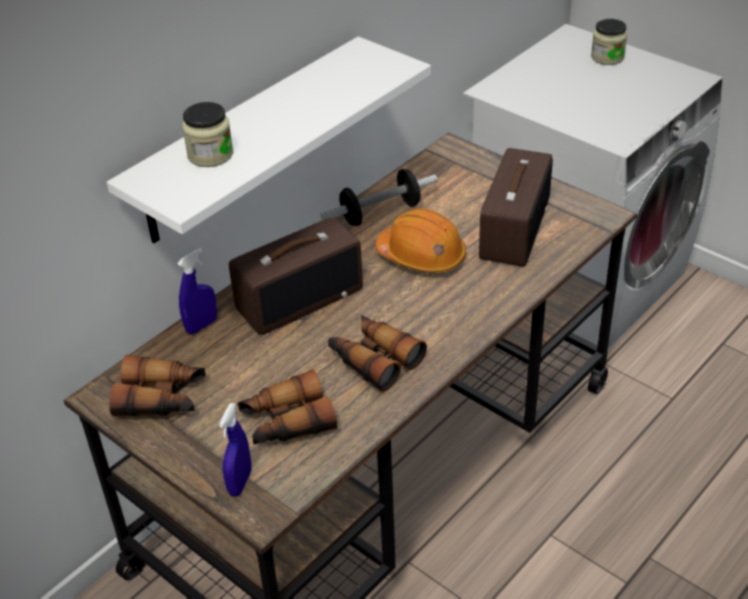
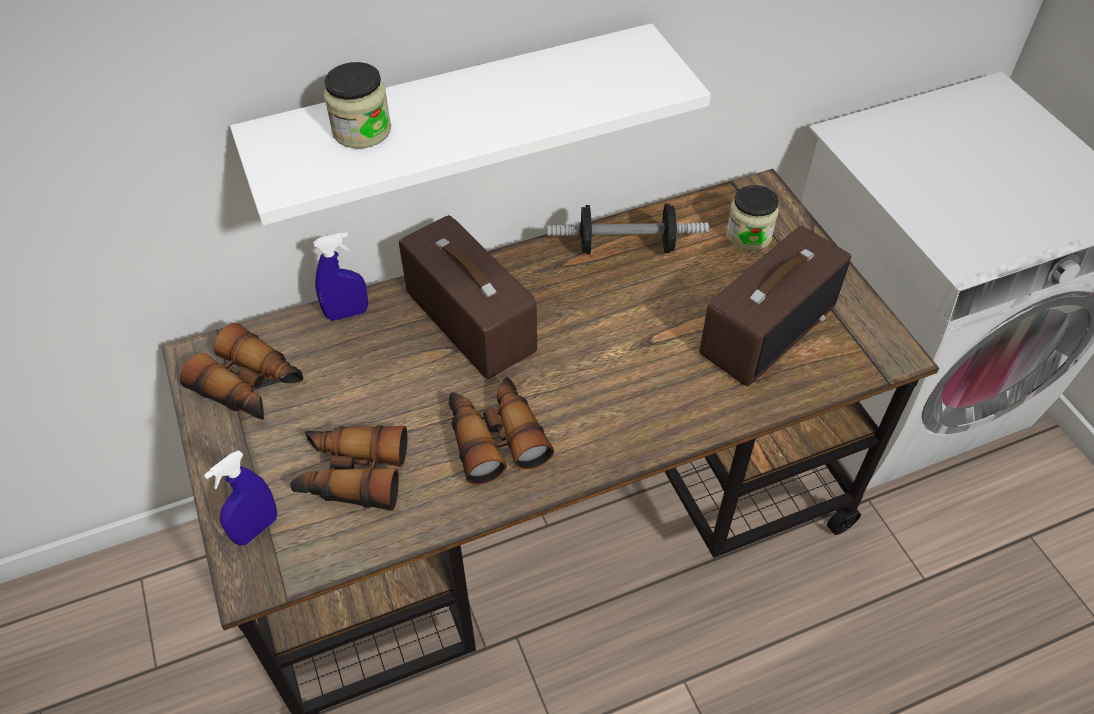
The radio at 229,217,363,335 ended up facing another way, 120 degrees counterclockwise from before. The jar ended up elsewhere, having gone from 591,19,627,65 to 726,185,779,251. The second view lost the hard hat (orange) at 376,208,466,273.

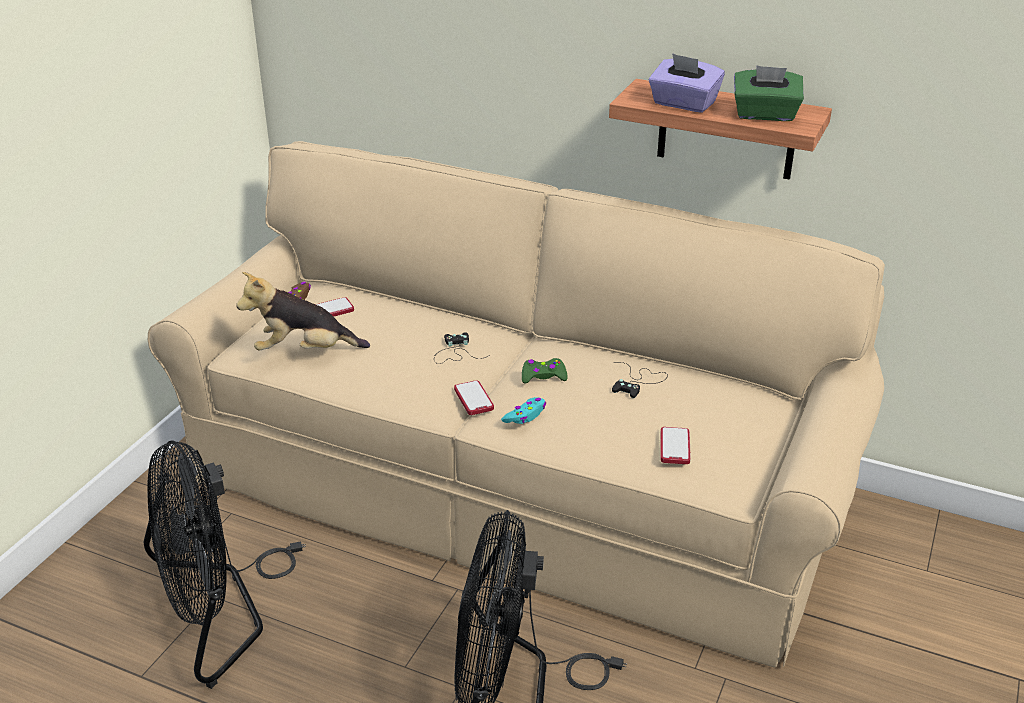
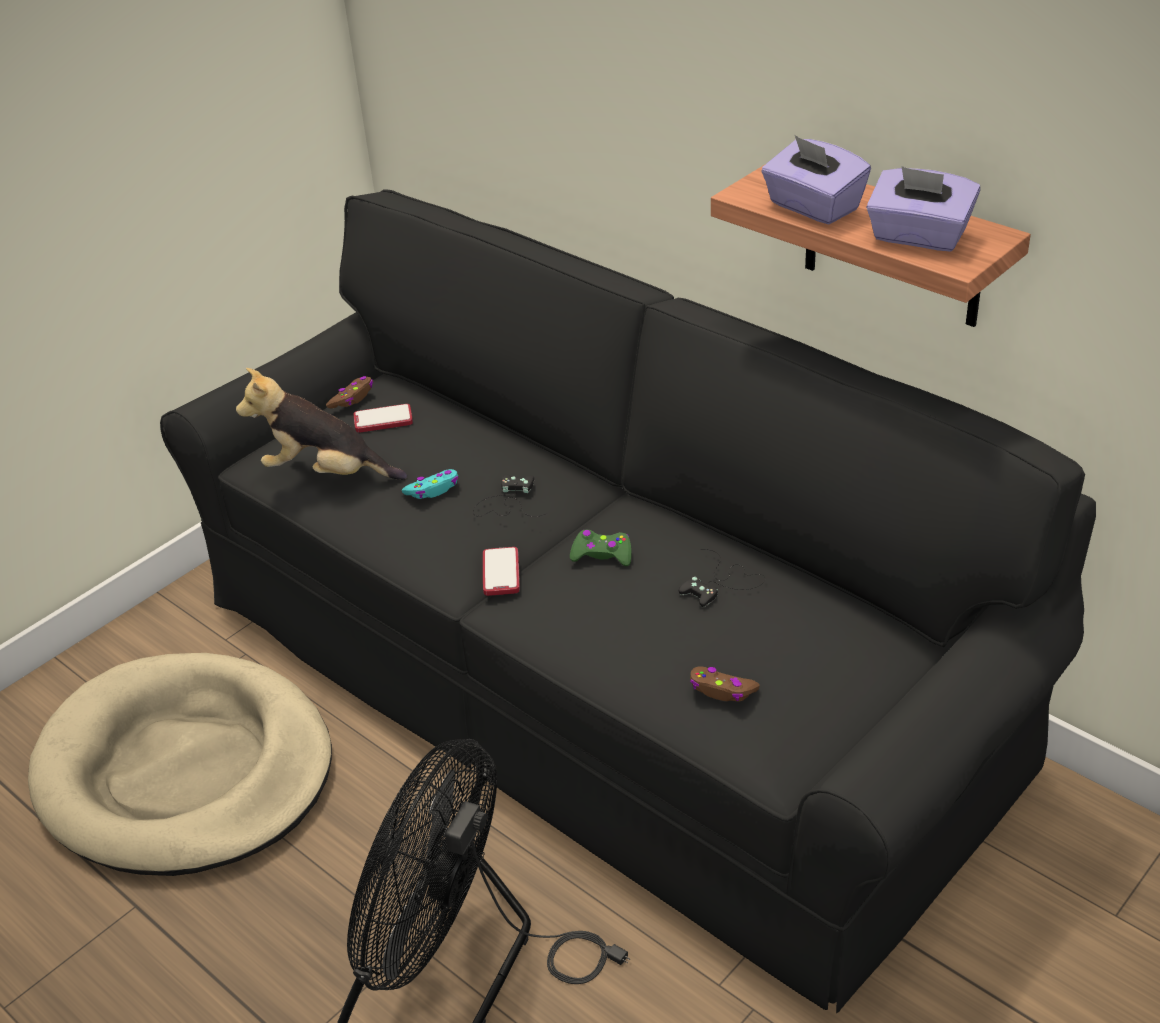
Where the fan (black) stood at 144,440,306,689, the dog bed (beige) came to stand at 28,653,332,876. What was the sofa (beige) at 148,141,885,668 turned into the sofa (black) at 160,189,1096,1013. The game controller (turquoise) ended up elsewhere, having gone from 501,397,546,424 to 402,469,458,499. Where the phone stood at 660,427,690,464, the game controller (brown) came to stand at 690,666,760,701. What was the tissue box (green) at 734,66,804,121 turned into the tissue box (purple) at 866,166,980,252.

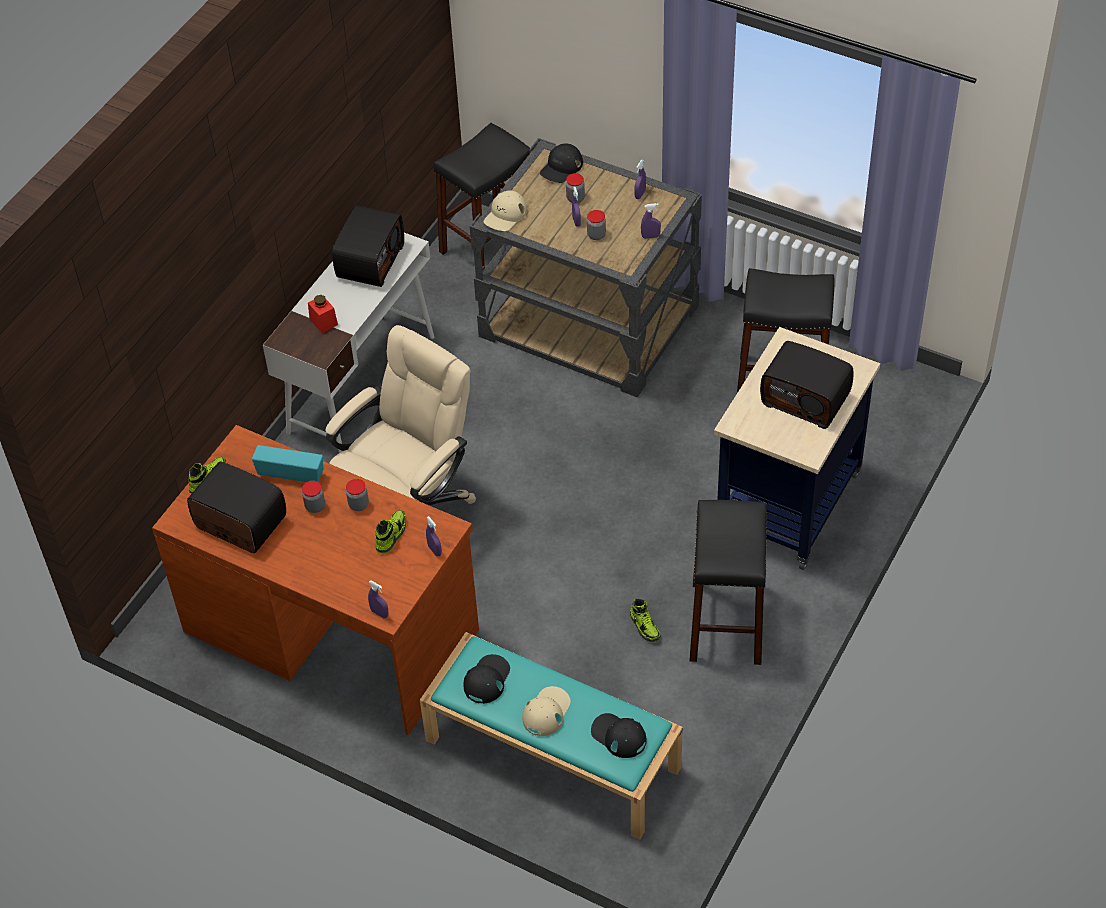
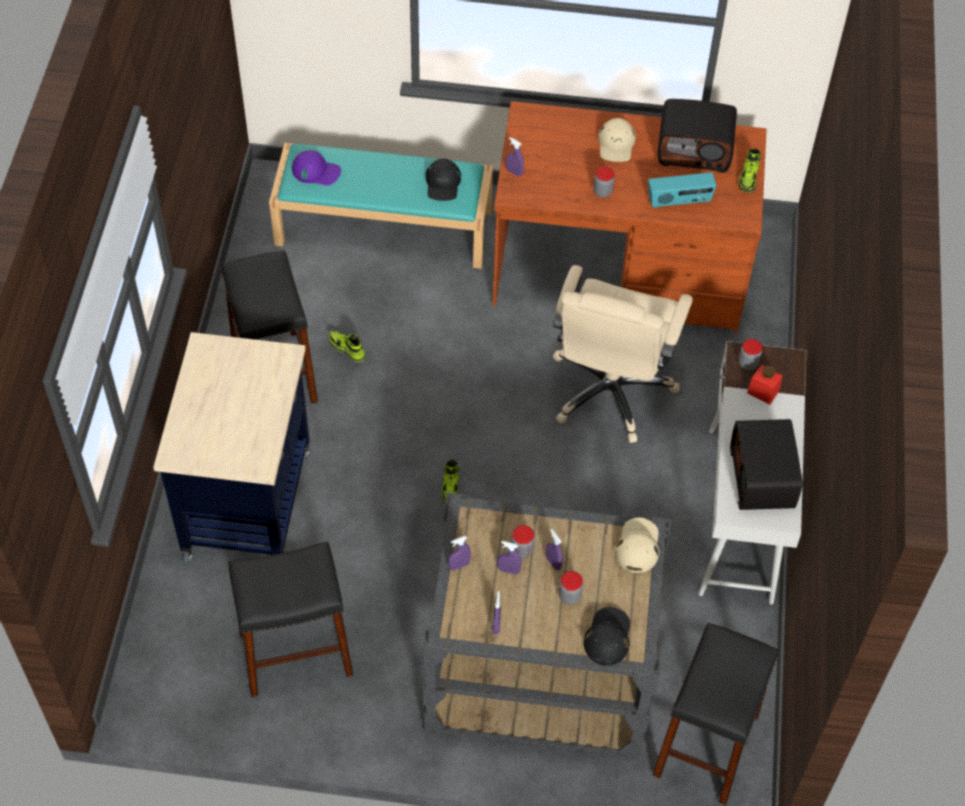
What was the cap (black) at 591,713,646,758 turned into the cap (purple) at 292,150,341,186. The shoe ended up elsewhere, having gone from 376,509,406,554 to 441,459,459,503. The spray bottle (purple) ended up elsewhere, having gone from 368,580,389,618 to 497,541,521,575. The cap (beige) ended up elsewhere, having gone from 522,686,571,736 to 598,118,636,162. The jar ended up elsewhere, having gone from 302,481,325,513 to 739,339,762,370. The second view lost the radio at 760,341,853,429.

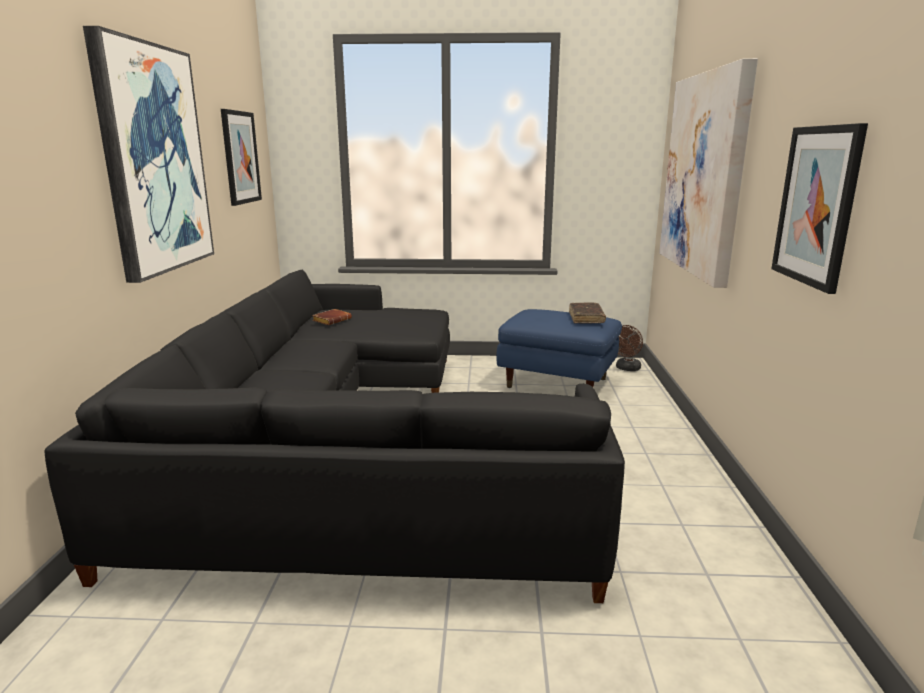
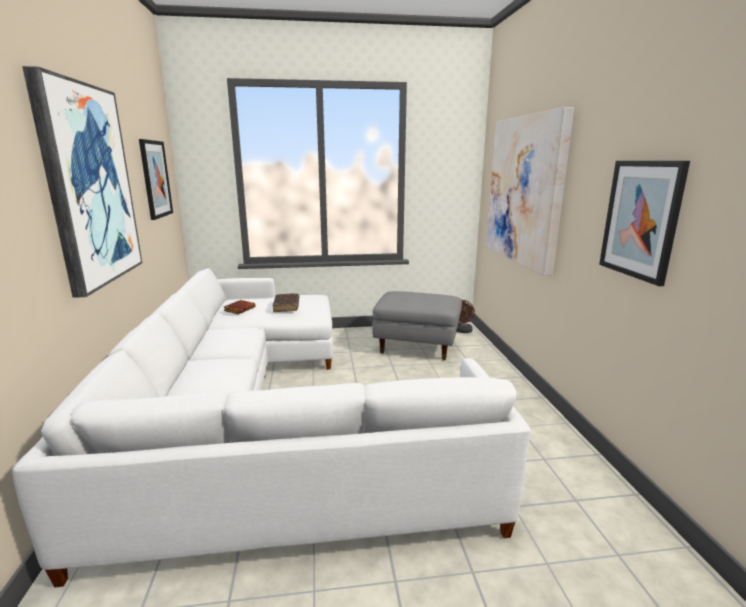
What was the sofa (black) at 44,270,625,603 turned into the sofa (white) at 12,268,531,587. The book (brown) ended up elsewhere, having gone from 569,303,606,323 to 273,293,299,312. What was the ottoman (blue) at 496,309,622,388 turned into the ottoman (grey) at 372,291,462,360.

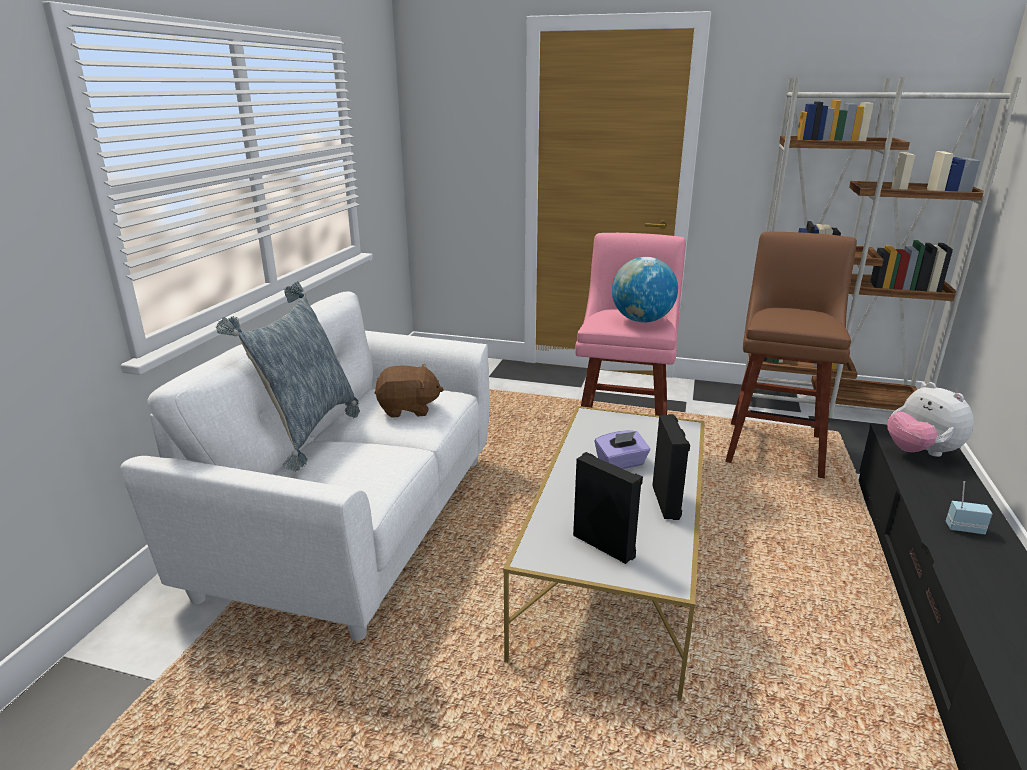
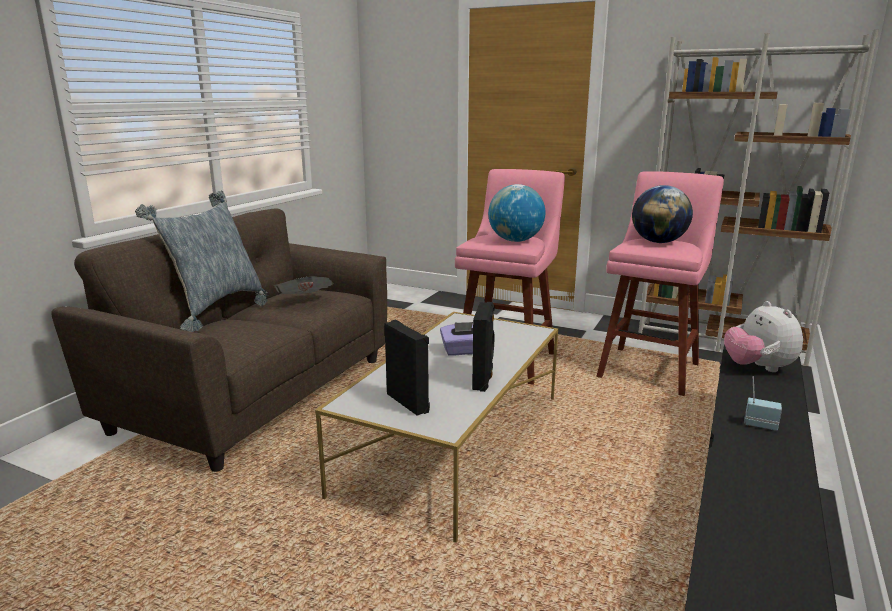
What was the sofa (white) at 120,292,489,641 turned into the sofa (brown) at 51,209,387,472. Where the plush toy (brown) stood at 375,364,444,418, the newspaper came to stand at 274,276,334,294. What was the stool (brown) at 725,232,857,479 turned into the stool (pink) at 596,171,724,396. The second view gained the globe at 632,185,693,243.

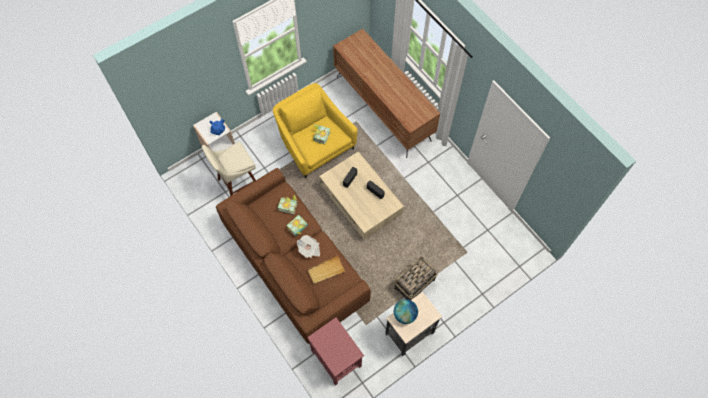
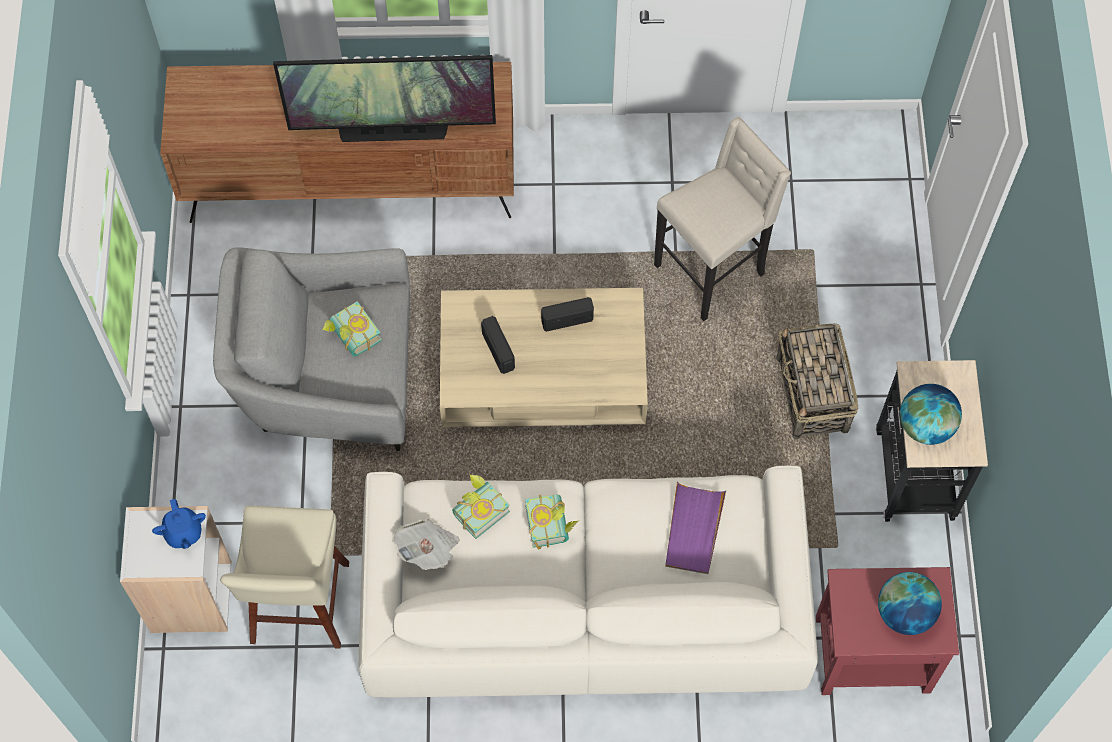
What was the armchair (yellow) at 273,83,358,179 turned into the armchair (grey) at 213,247,410,451. The second view gained the television at 273,55,496,142. What was the sofa (brown) at 216,168,371,344 turned into the sofa (white) at 359,466,818,697. The newspaper ended up elsewhere, having gone from 297,235,320,258 to 394,519,460,570. The second view gained the stool (beige) at 654,117,791,321. What was the tray (beige) at 307,255,345,284 turned into the tray (purple) at 665,482,726,574. The second view gained the globe at 878,572,942,635.

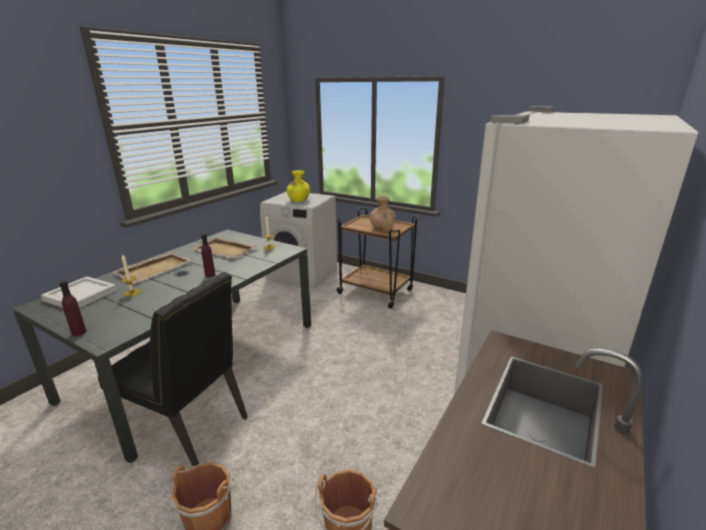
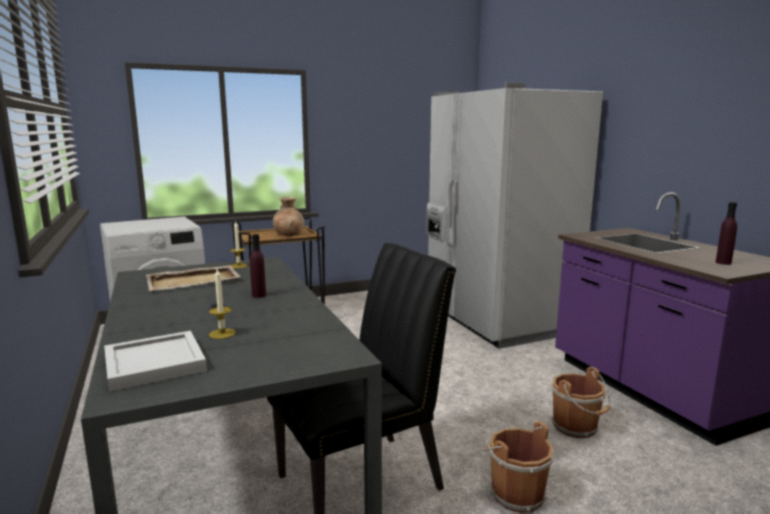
The bottle (purple) ended up elsewhere, having gone from 59,281,86,336 to 716,202,737,265. The second view lost the tray (beige) at 113,252,191,284. The second view lost the vase (yellow) at 287,170,310,202.

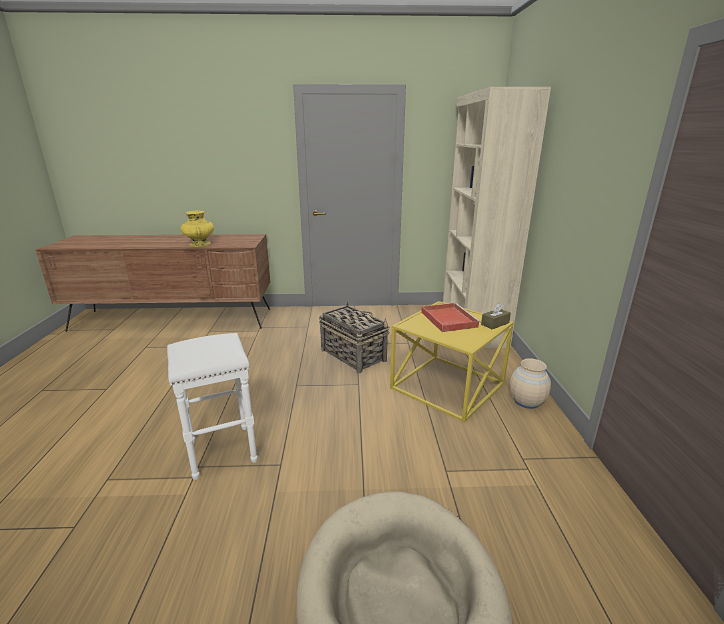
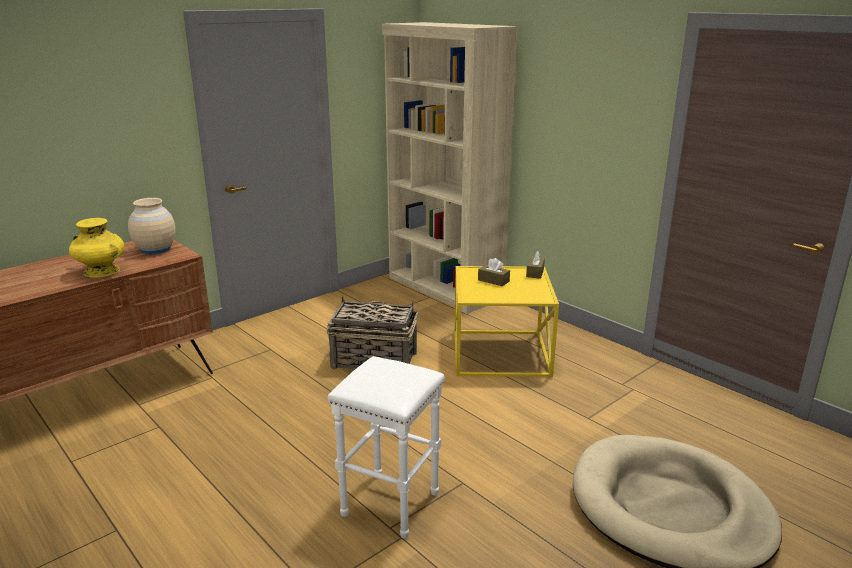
The vase (beige) ended up elsewhere, having gone from 510,358,551,409 to 128,198,176,254. Where the tray (red) stood at 421,303,481,332, the tissue box (brown) came to stand at 478,258,510,286.

